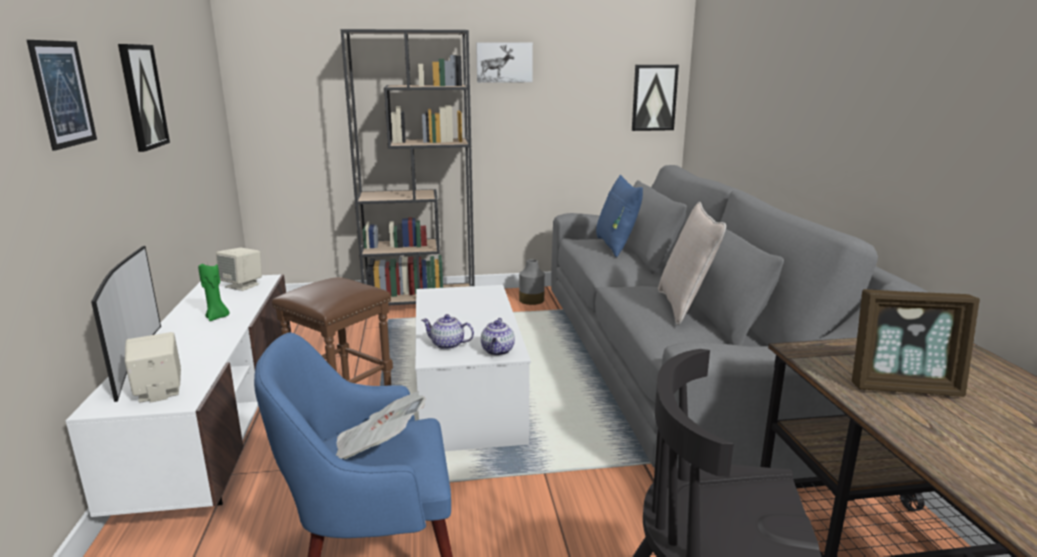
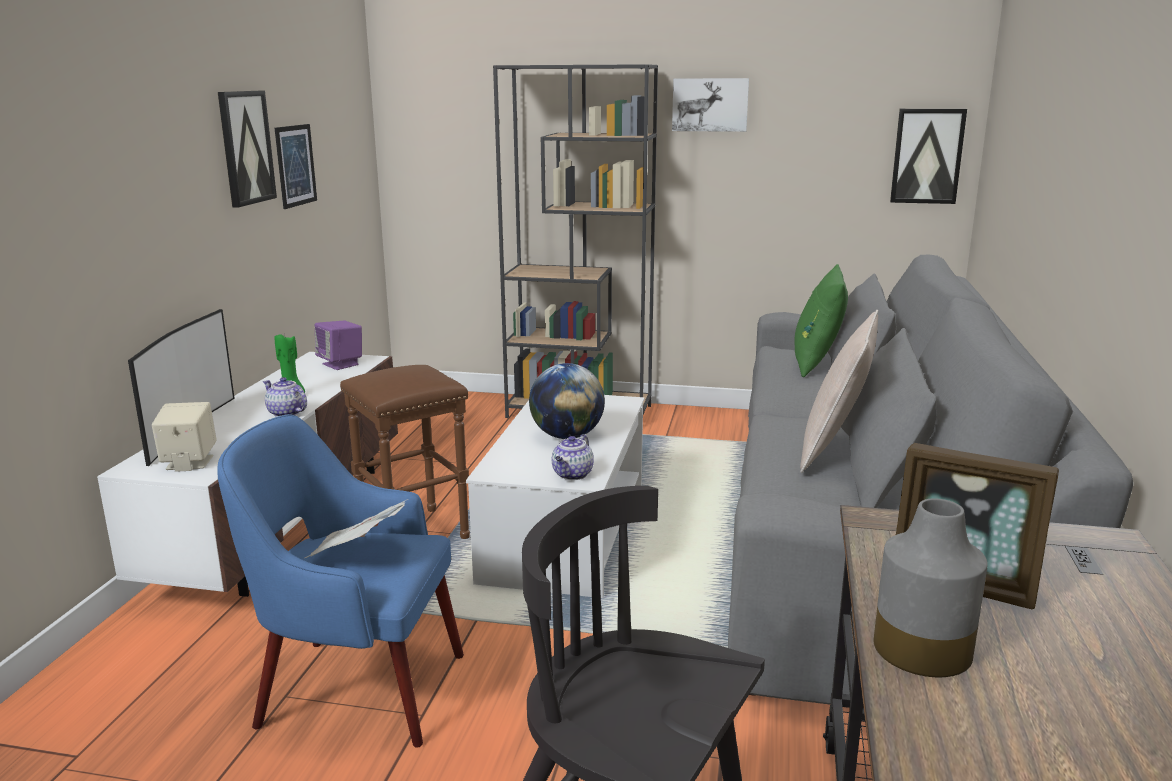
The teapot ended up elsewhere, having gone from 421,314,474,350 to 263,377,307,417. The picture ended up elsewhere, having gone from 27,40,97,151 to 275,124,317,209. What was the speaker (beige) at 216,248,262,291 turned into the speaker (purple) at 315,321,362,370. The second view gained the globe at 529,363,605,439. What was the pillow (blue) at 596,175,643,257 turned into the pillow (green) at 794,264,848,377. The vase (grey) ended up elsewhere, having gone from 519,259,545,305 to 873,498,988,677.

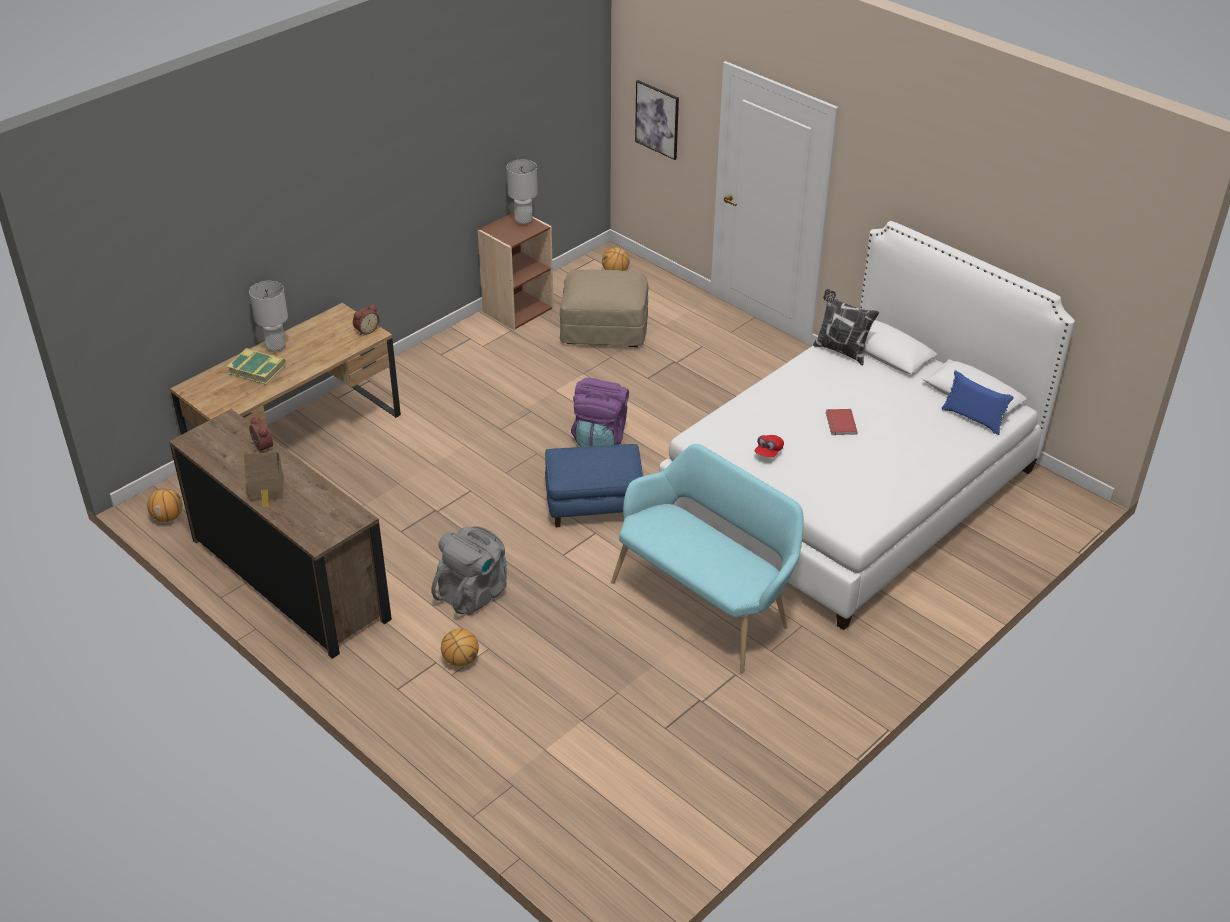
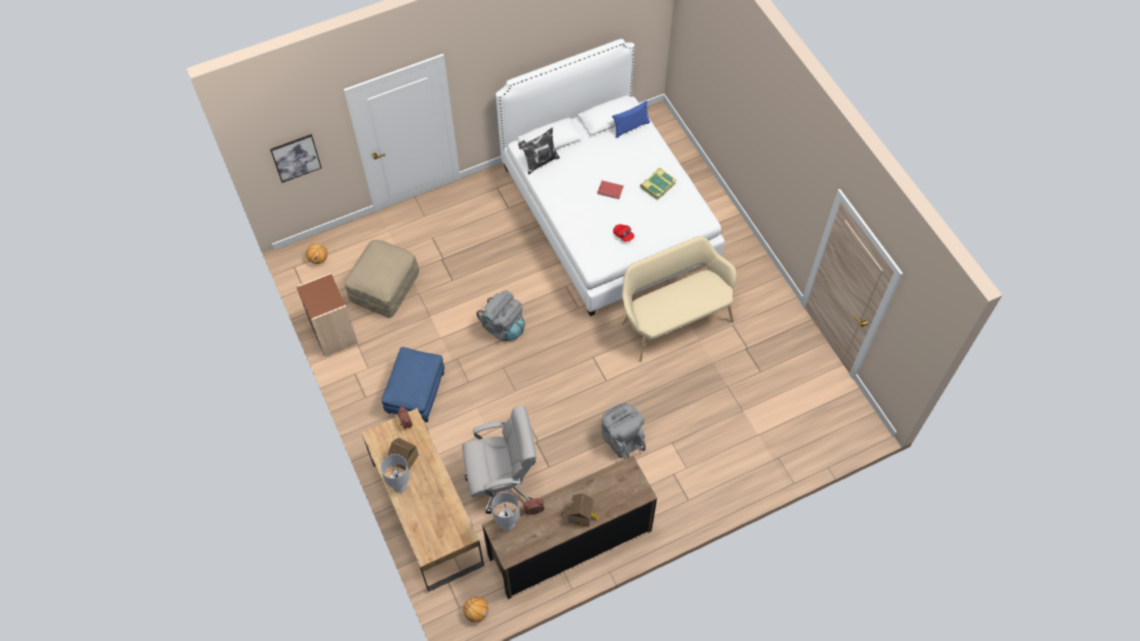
The ottoman (blue) ended up elsewhere, having gone from 545,444,643,527 to 381,347,445,422. The second view gained the toy house at 388,438,419,470. The second view gained the office chair (grey) at 462,406,537,514. What was the backpack (purple) at 571,378,629,447 turned into the backpack (grey) at 476,290,525,341. The table lamp (grey) ended up elsewhere, having gone from 507,159,538,225 to 492,492,519,531. What was the bench (turquoise) at 611,444,804,673 turned into the bench (beige) at 622,236,736,362. The book ended up elsewhere, having gone from 227,348,286,385 to 640,168,676,200. The second view lost the basketball at 441,629,479,667.

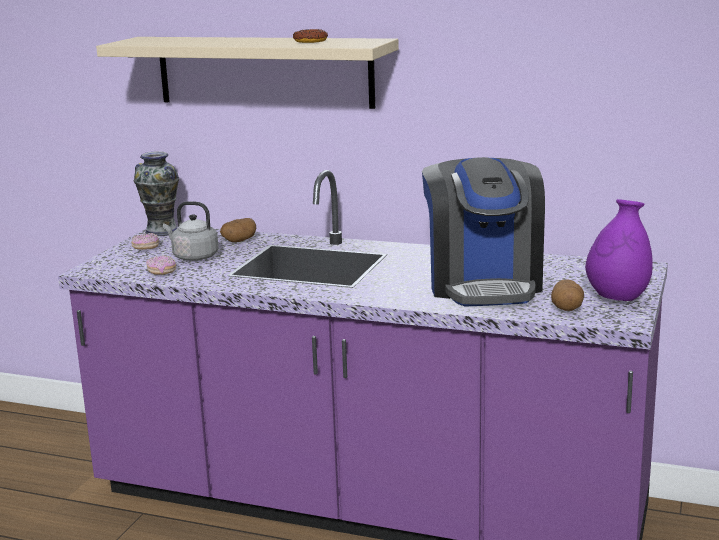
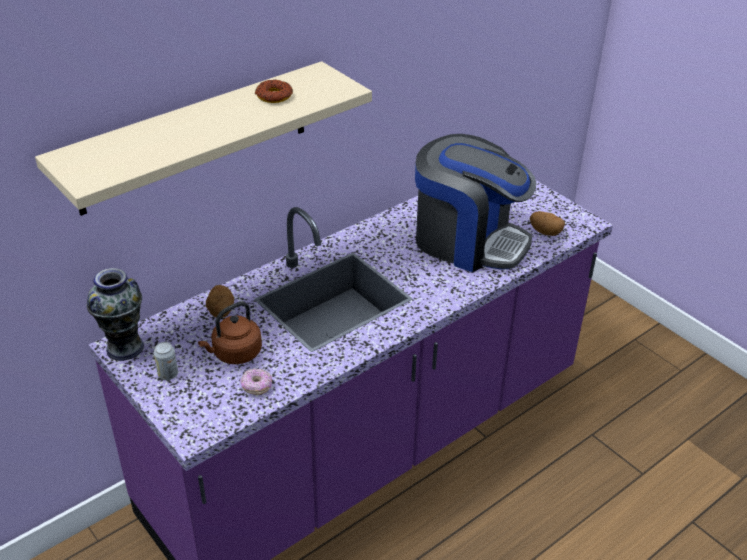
Where the donut stood at 131,233,160,250, the can came to stand at 154,342,178,380. What was the kettle (grey) at 163,201,218,261 turned into the kettle (brown) at 198,302,262,364. The second view lost the vase (purple) at 585,199,653,301.

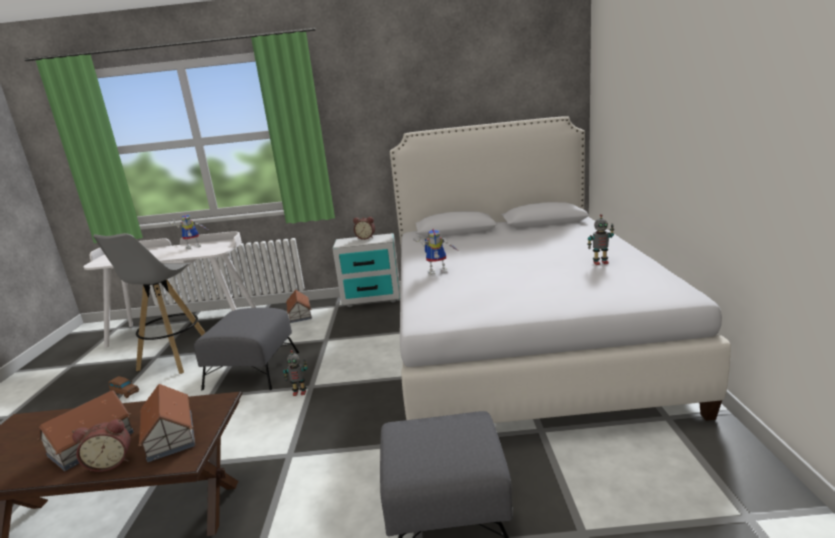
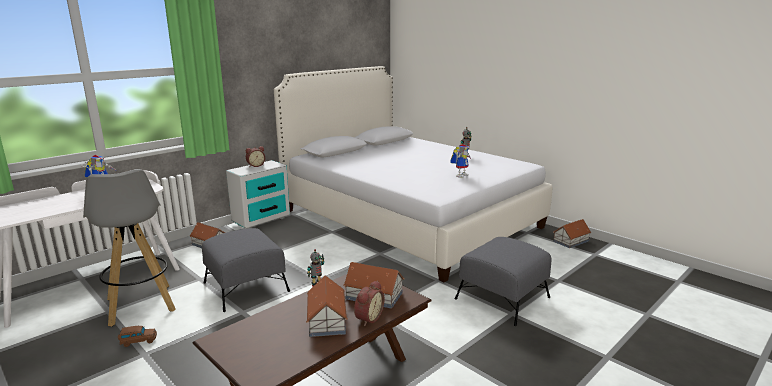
The toy robot ended up elsewhere, having gone from 413,229,460,275 to 450,144,471,178. The second view gained the toy house at 553,219,591,248.

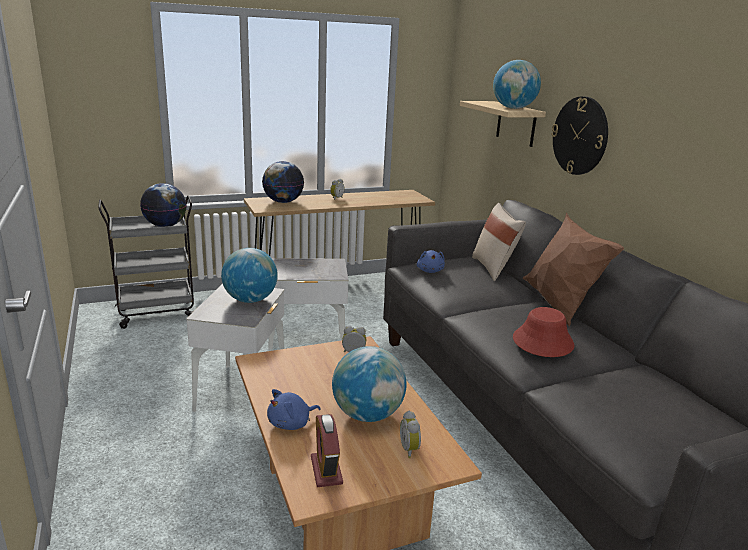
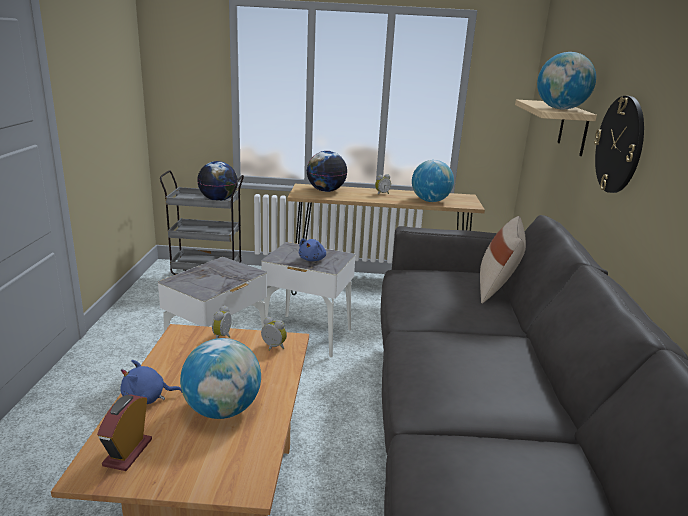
The alarm clock ended up elsewhere, having gone from 400,411,421,458 to 212,305,232,339. The plush toy (blue) ended up elsewhere, having gone from 417,250,445,273 to 299,238,326,261. The globe ended up elsewhere, having gone from 221,248,278,303 to 412,160,454,202. The second view lost the hat (red) at 513,307,574,357. The second view lost the pillow (brown) at 523,212,624,326.

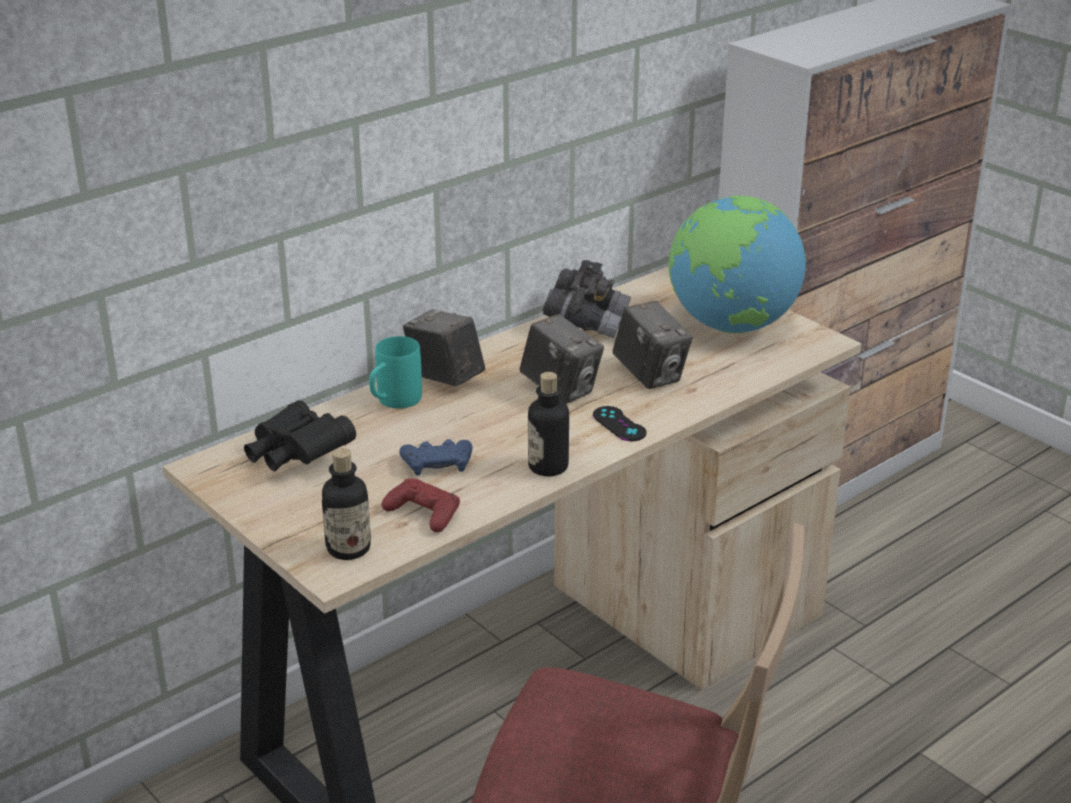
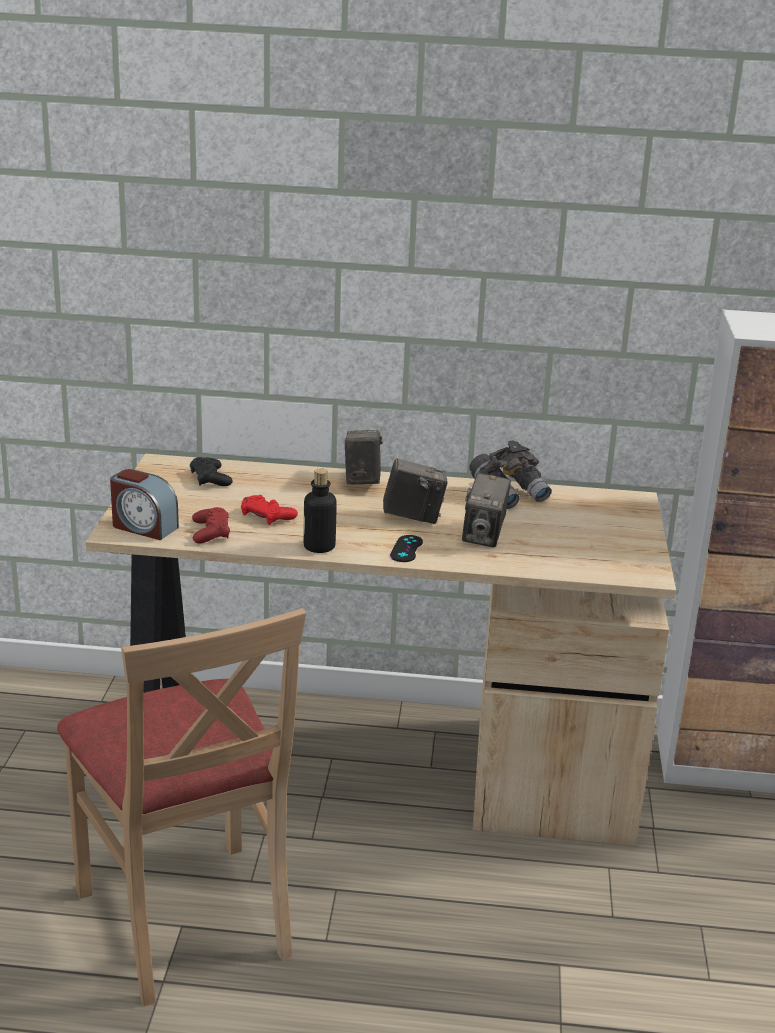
Where the bottle stood at 322,448,371,560, the alarm clock came to stand at 110,469,179,540. Where the binoculars (black) stood at 244,400,356,472, the game controller (black) came to stand at 190,457,233,486. What was the game controller (blue) at 399,439,473,476 turned into the game controller (red) at 241,495,298,525. The photo camera at 520,314,604,404 ended up facing another way, 90 degrees counterclockwise from before. The second view lost the mug (turquoise) at 369,336,422,408. The second view lost the globe at 669,196,806,333.

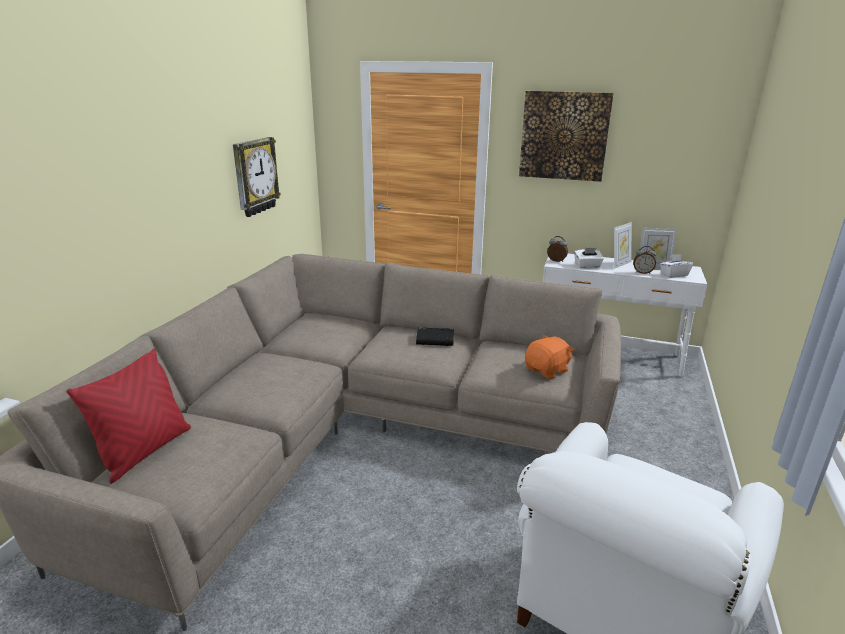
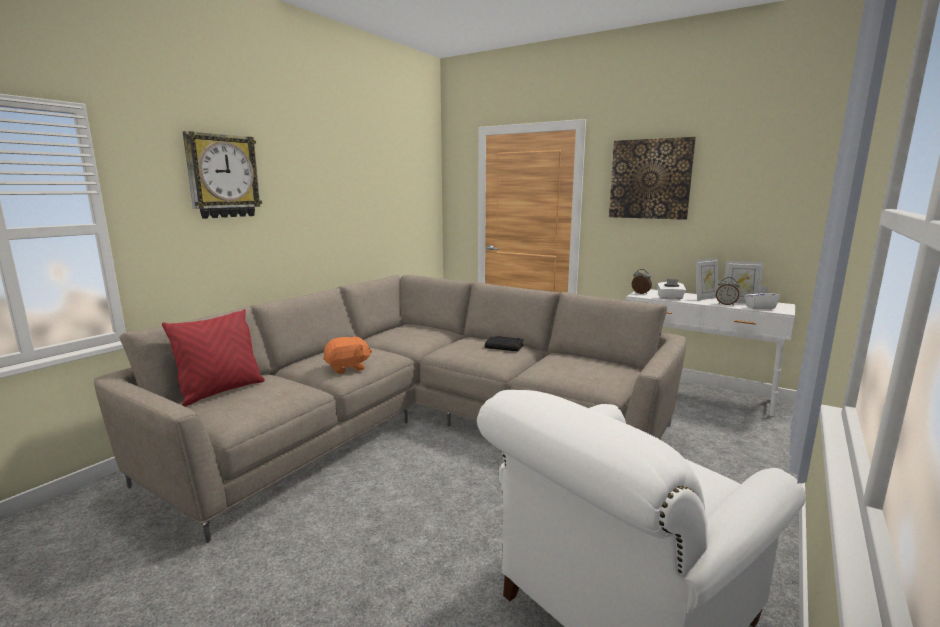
The wall clock ended up elsewhere, having gone from 233,137,281,217 to 183,131,262,219. The plush toy (orange) ended up elsewhere, having gone from 525,335,575,379 to 323,336,372,374.

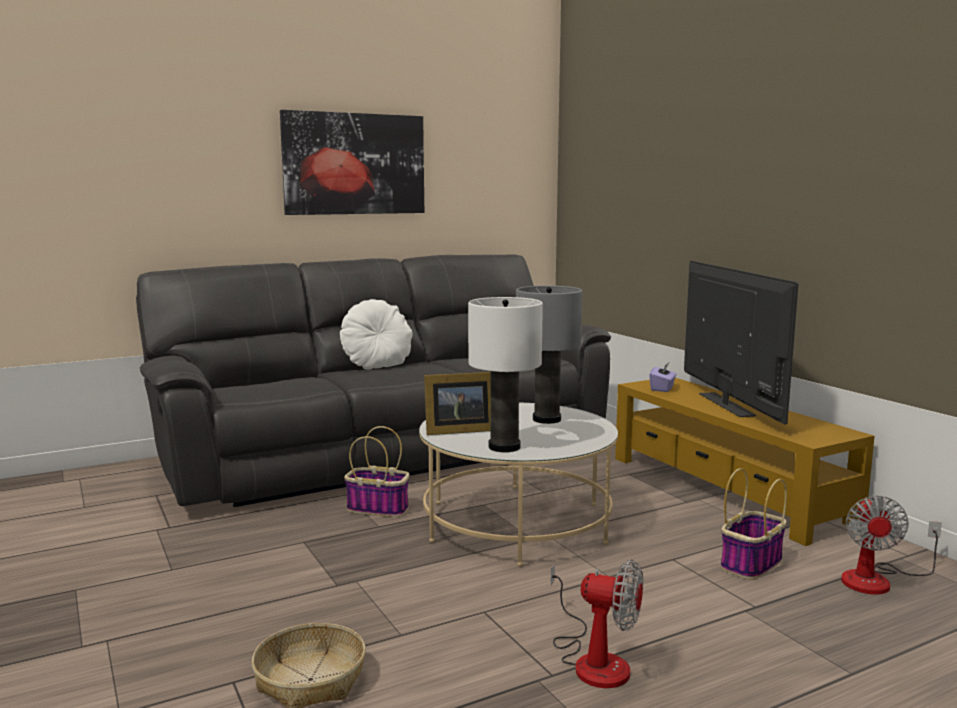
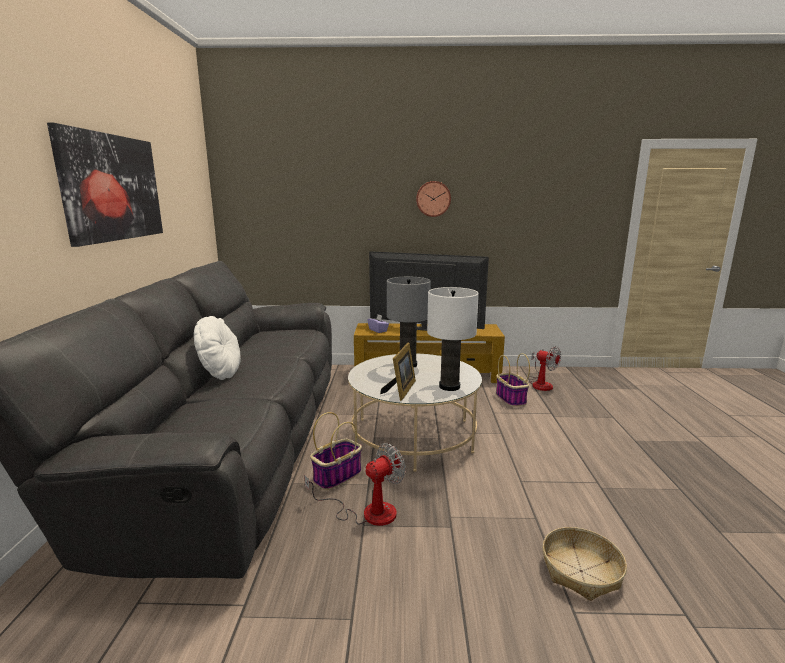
The fan ended up elsewhere, having gone from 550,559,643,688 to 304,443,406,526. The second view gained the wall clock at 416,181,451,217.

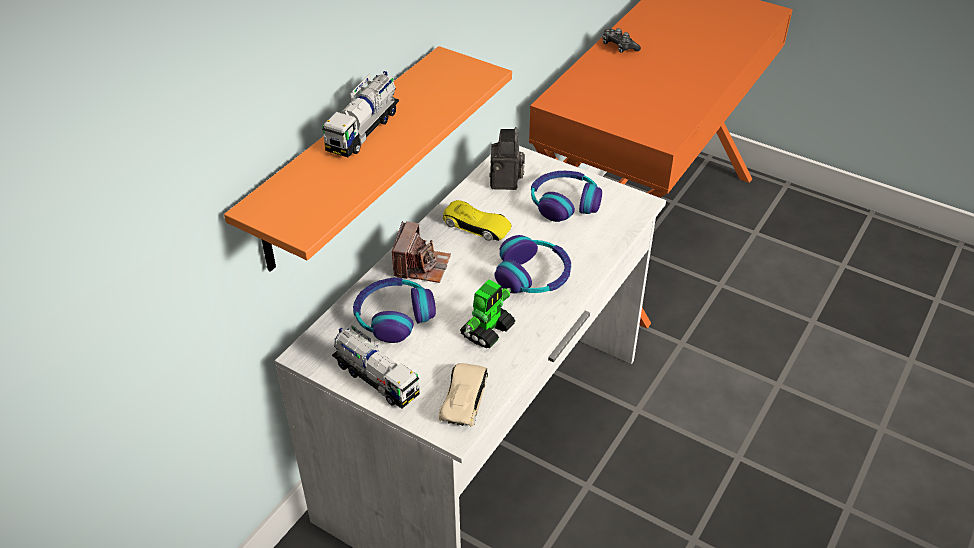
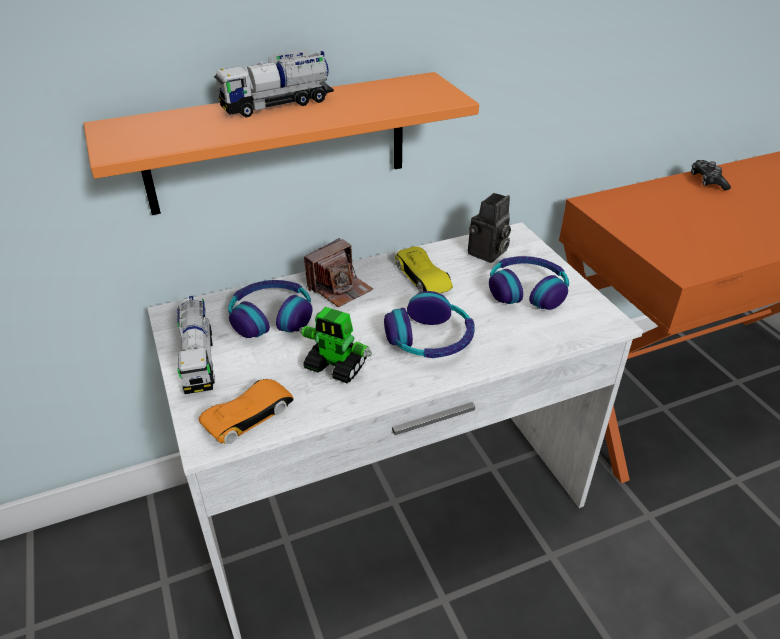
What was the toy car (beige) at 439,363,488,427 turned into the toy car (orange) at 199,379,294,444. The toy robot at 460,280,515,348 ended up facing another way, 45 degrees clockwise from before.

